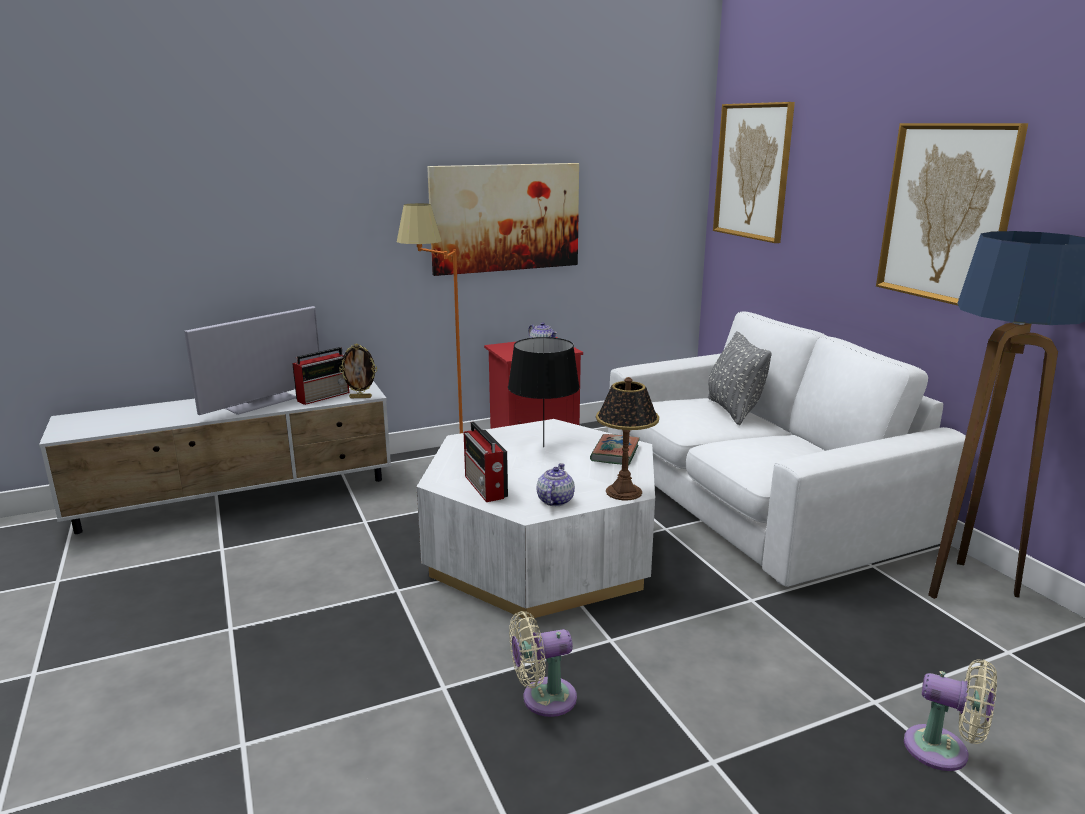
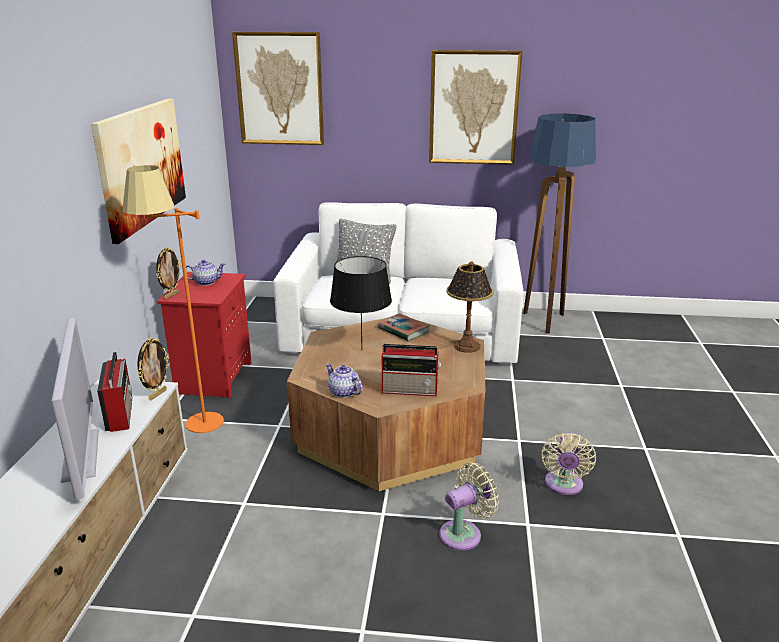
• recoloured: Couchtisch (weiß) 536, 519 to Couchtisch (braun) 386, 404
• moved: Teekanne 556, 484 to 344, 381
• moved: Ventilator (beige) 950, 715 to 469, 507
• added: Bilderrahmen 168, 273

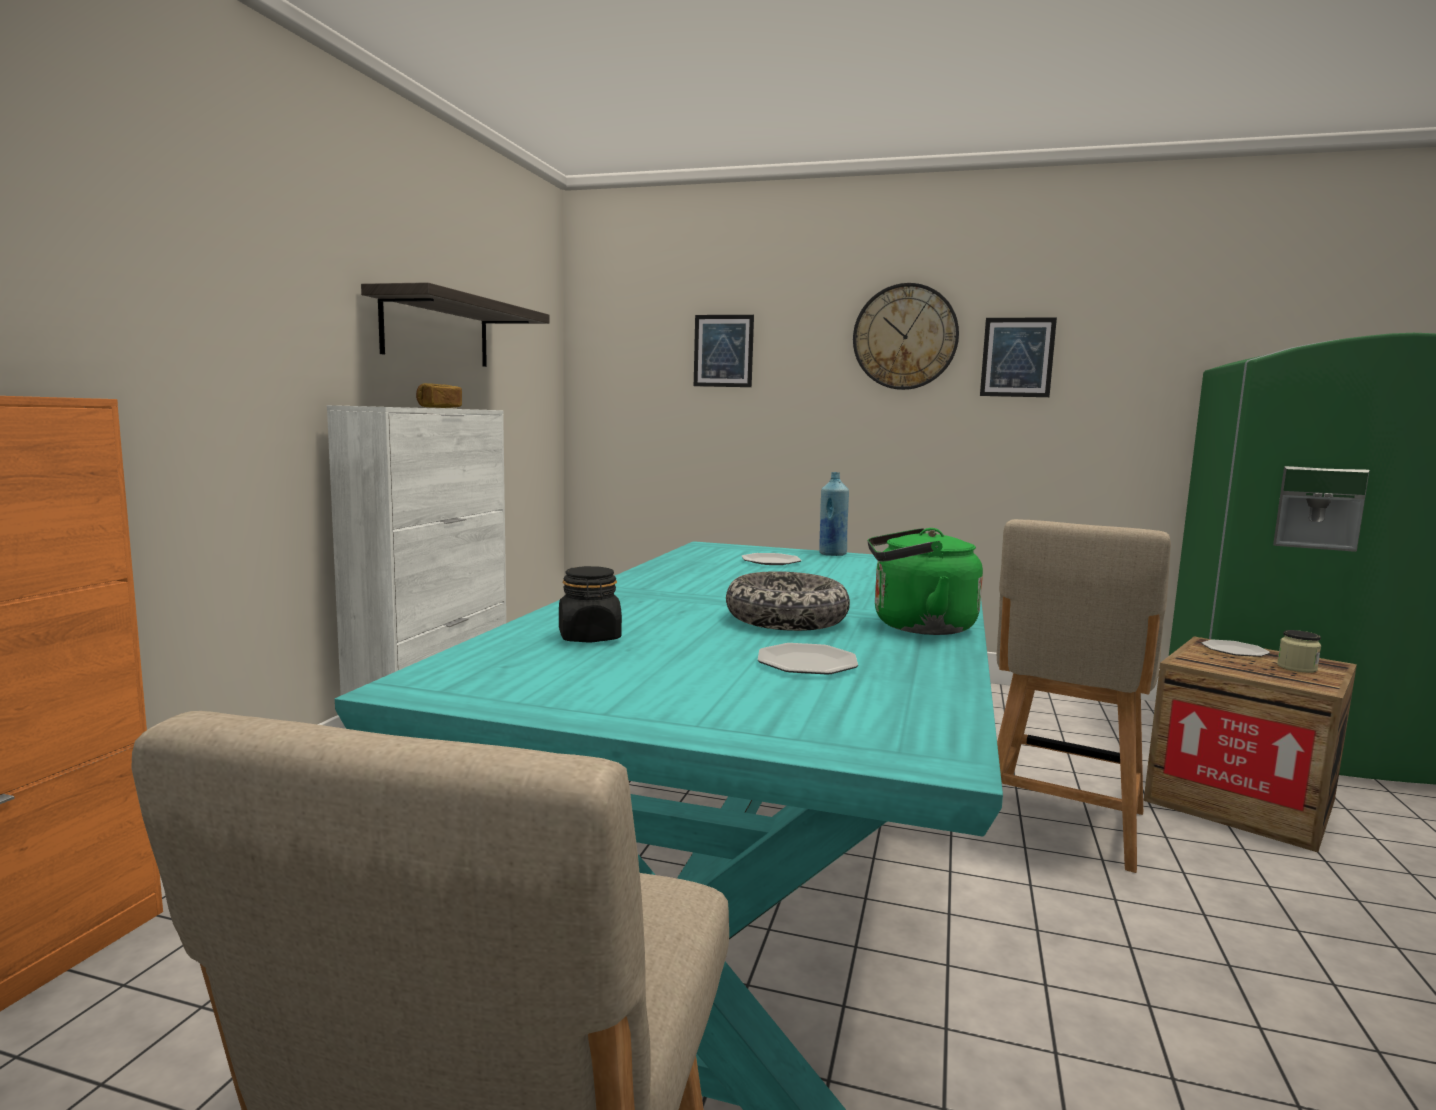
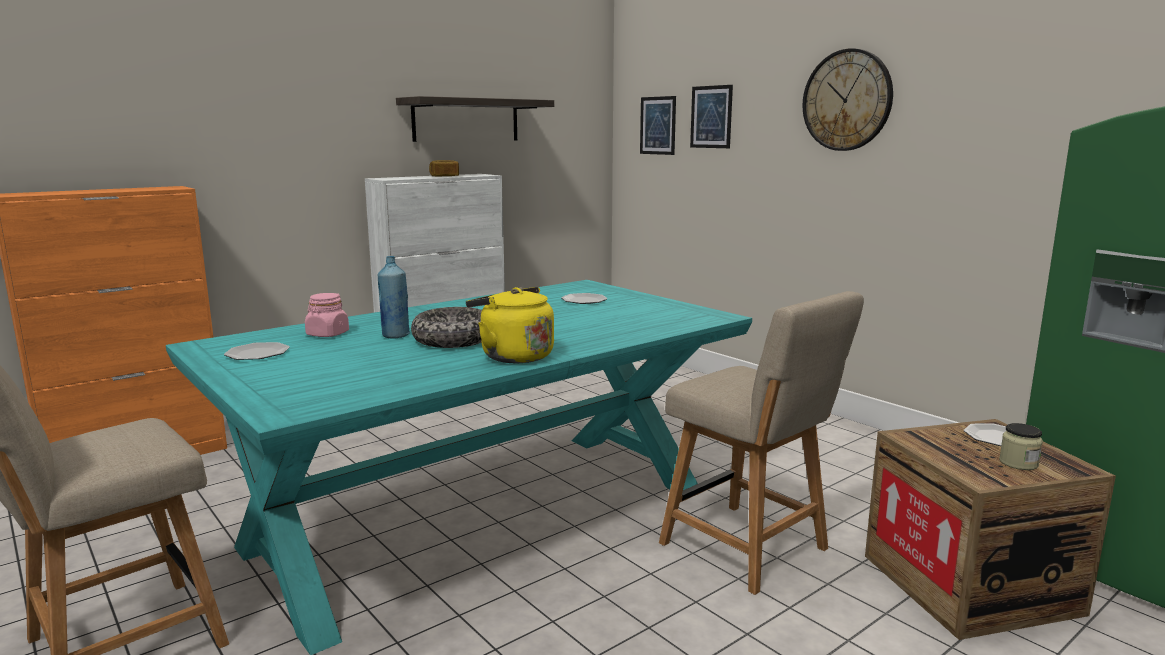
• moved: Bild 1018, 357 to 658, 125
• moved: Flasche (blau) 834, 514 to 394, 297
• turned: Stuhl (beige) 1084, 696 = 761, 443 105 degrees counterclockwise
• recoloured: Wasserkessel (grün) 925, 581 to Wasserkessel (gelb) 510, 325
• recoloured: Vorratsglas (schwarz) 590, 604 to Vorratsglas (rosa) 327, 315
• moved: Teller 808, 659 to 257, 351

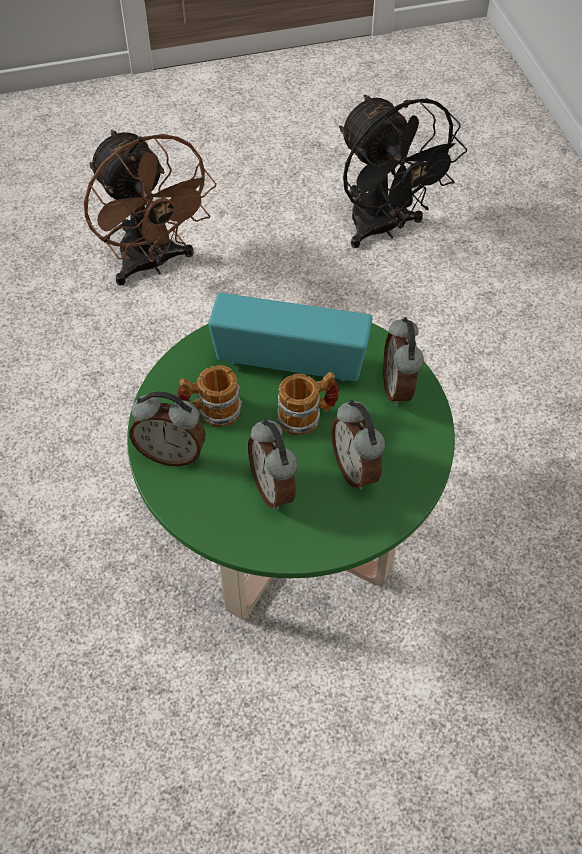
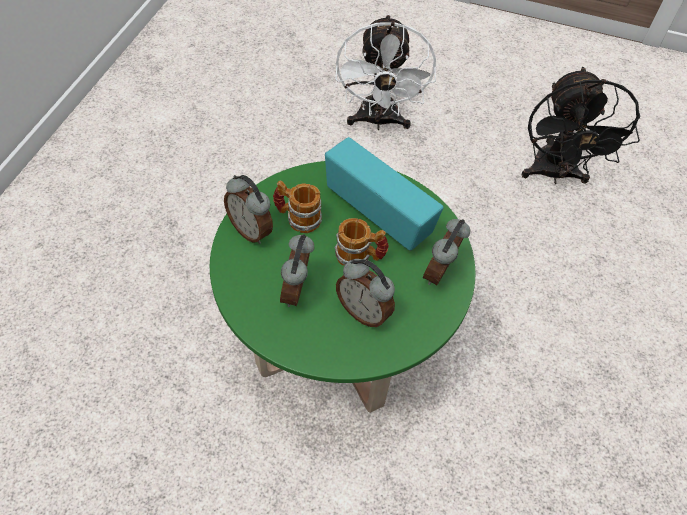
• recoloured: Ventilator (braun) 150, 208 to Ventilator (weiß) 386, 72
• turned: Wecker 358, 445 = 365, 293 60 degrees counterclockwise

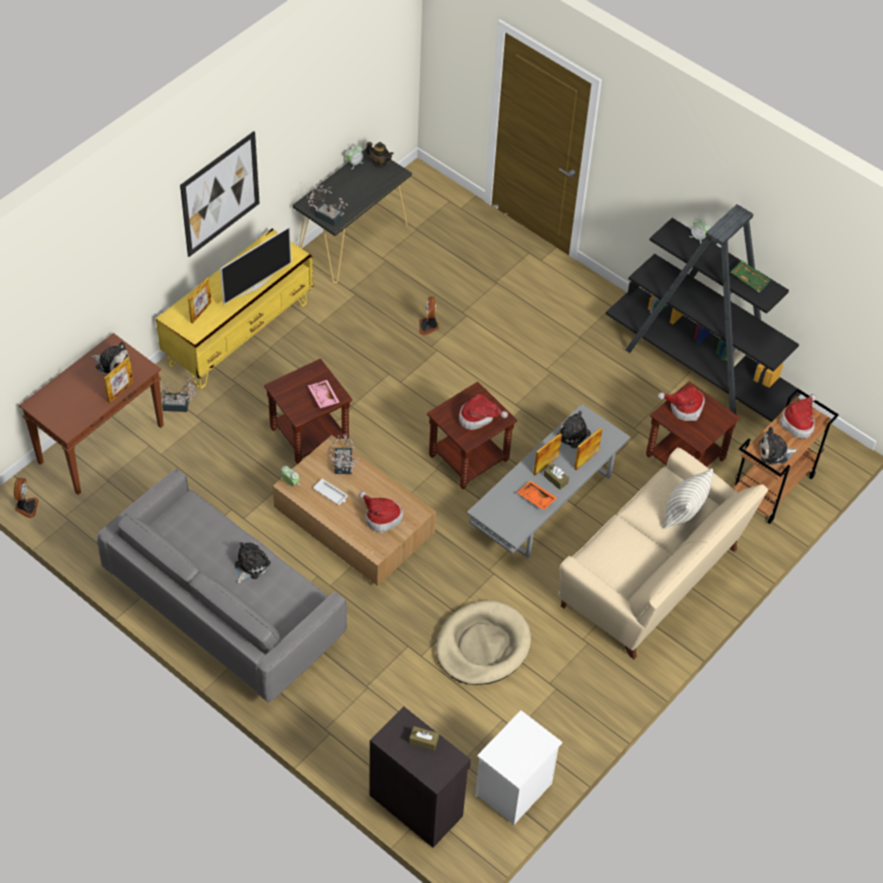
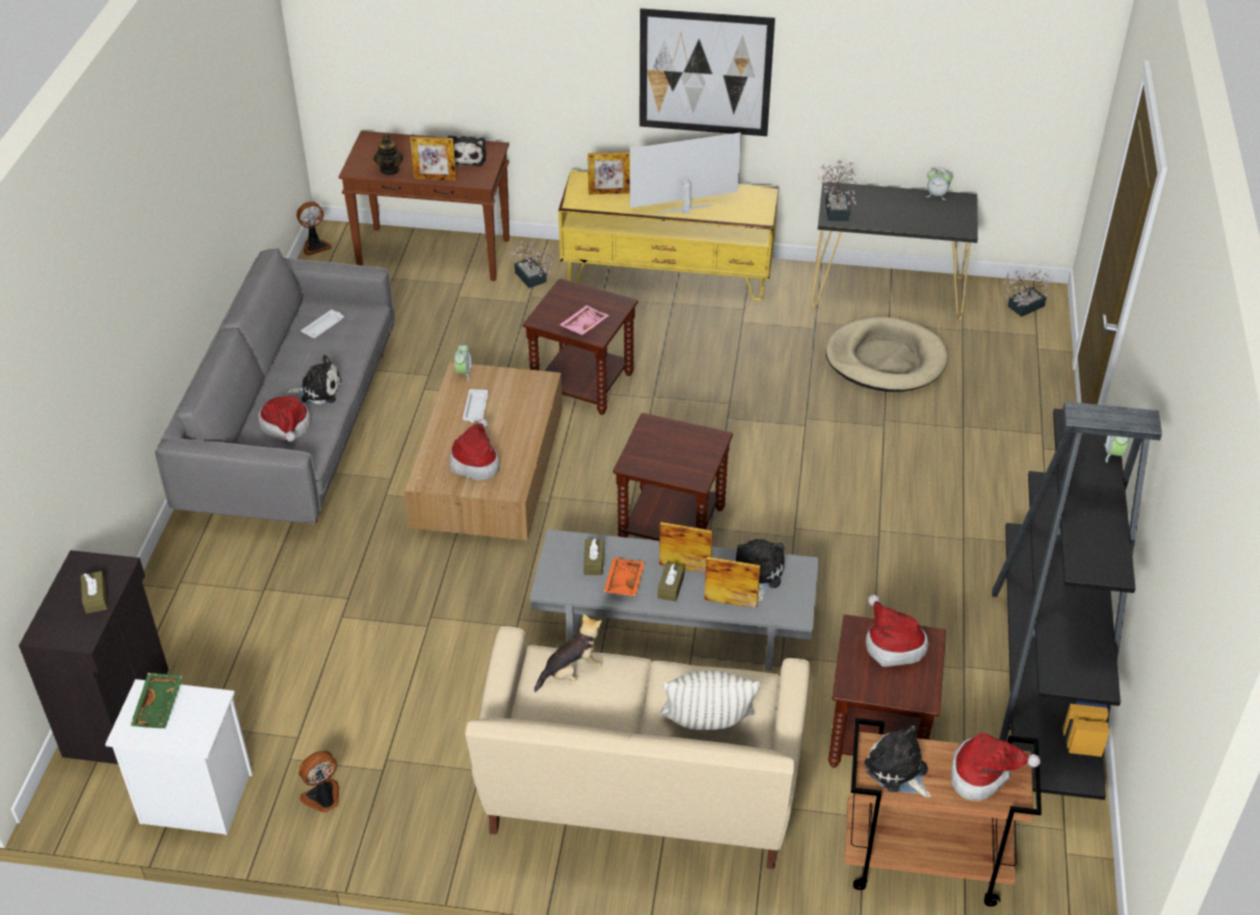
• moved: Teekanne 379, 154 to 388, 154
• turned: Fernseher 255, 265 = 685, 173 150 degrees clockwise
• moved: Tablett (grün) 751, 277 to 156, 700
• moved: Ventilator 429, 316 to 319, 782
• moved: Hut 483, 412 to 284, 419
• moved: Topfpflanze 344, 454 to 1026, 293
• moved: Hundebett (beige) 483, 642 to 887, 354
• added: Tablett (weiß) 322, 324
• added: Taschentuchbox (braun) 594, 556
• added: Plüschtier 568, 653

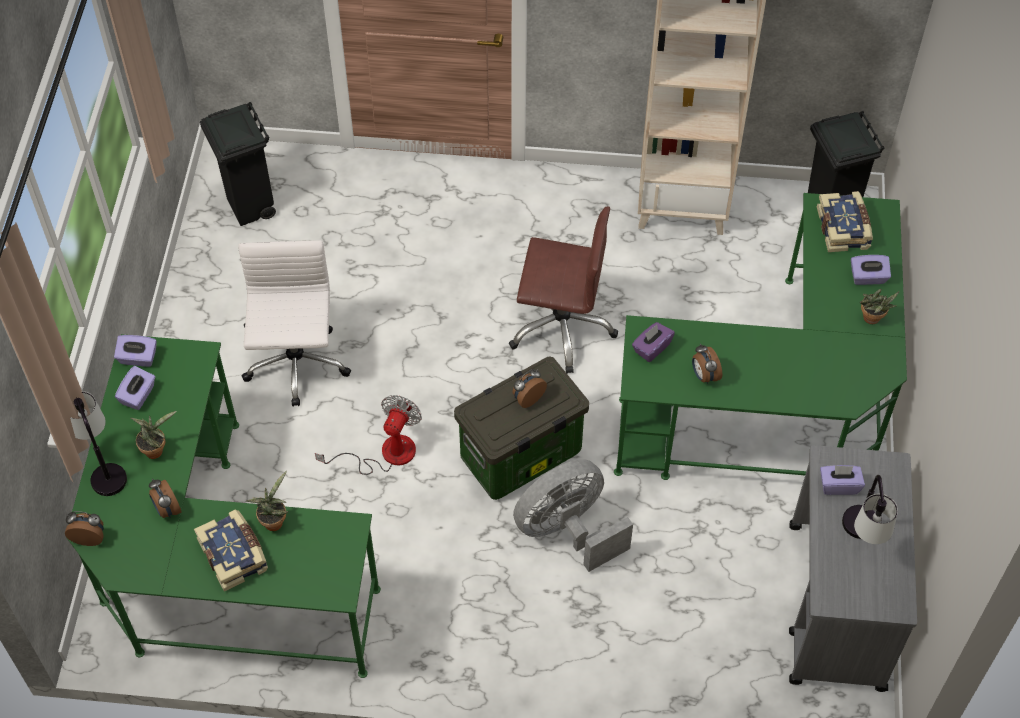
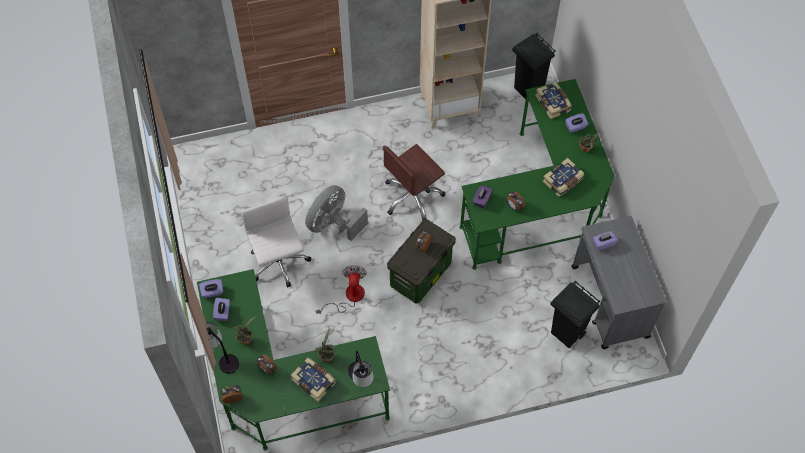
• moved: Mülleimer (schwarz) 238, 164 to 575, 314
• turned: Bürostuhl (braun) 563, 289 = 414, 182 150 degrees clockwise
• moved: Ventilator (grau) 573, 515 to 336, 213
• moved: Tischlampe 870, 509 to 361, 369
• added: Buch 563, 177

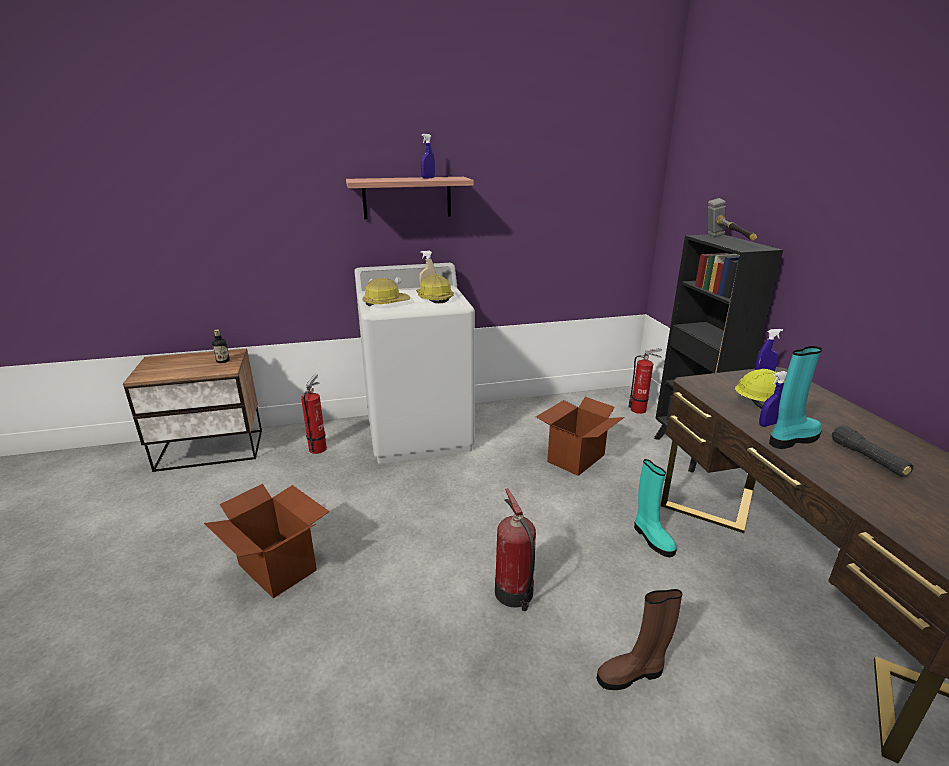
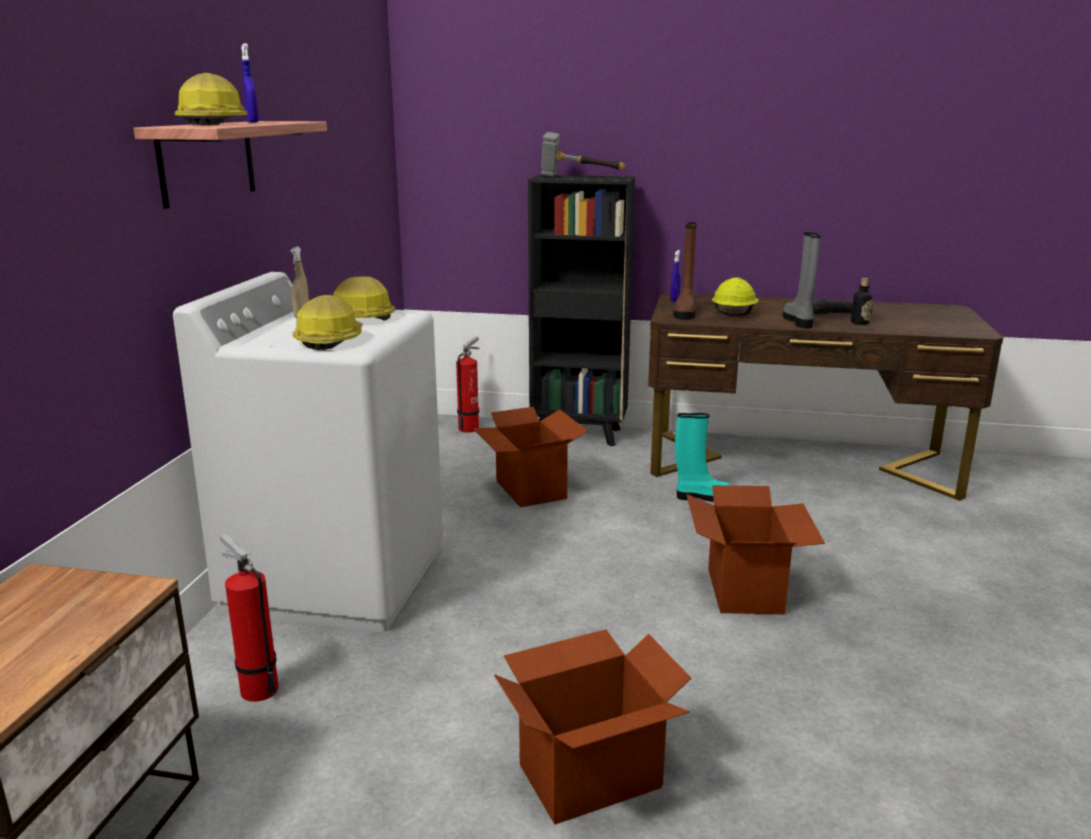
• moved: Flasche 221, 346 to 861, 301
• recoloured: Stiefel (türkis) 795, 397 to Stiefel (grau) 802, 280
• removed: Sprühflasche (blau) 773, 399
• replaced: Feuerlöscher 515, 549 to Karton 755, 549
• moved: Stiefel (braun) 640, 639 to 685, 271
• added: Schutzhelm 211, 99

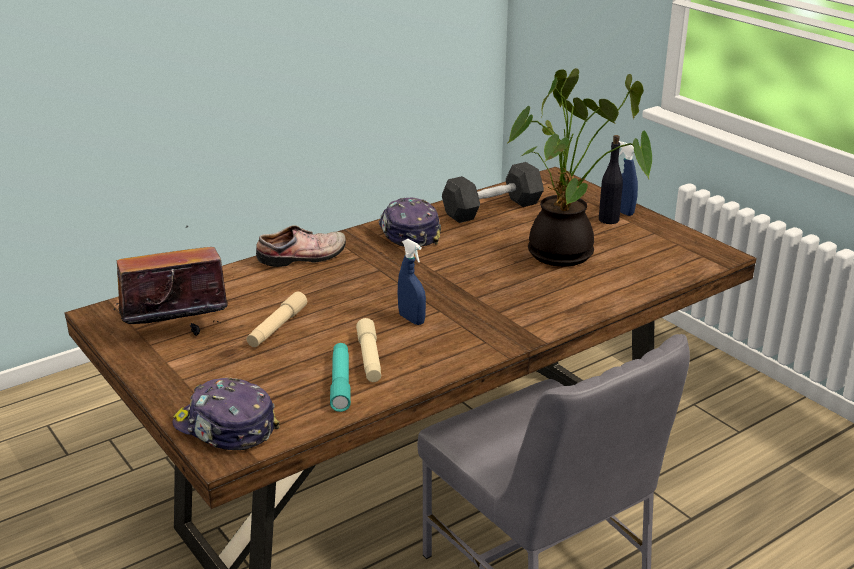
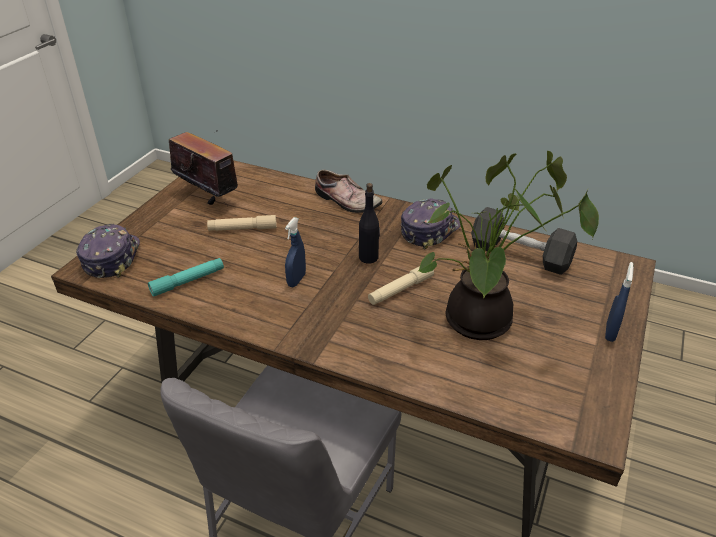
• moved: Flasche (schwarz) 611, 179 to 369, 223
• moved: Taschenlampe (beige) 368, 350 to 401, 285

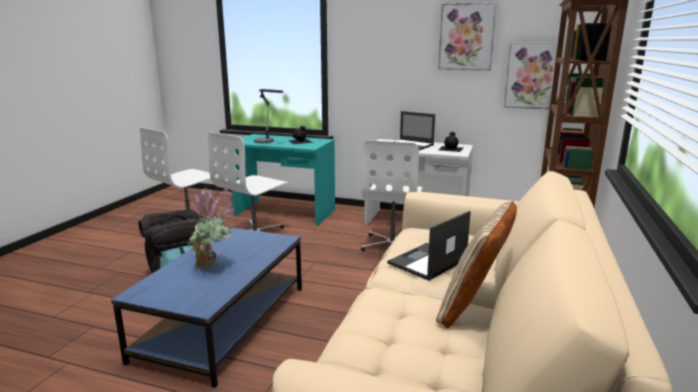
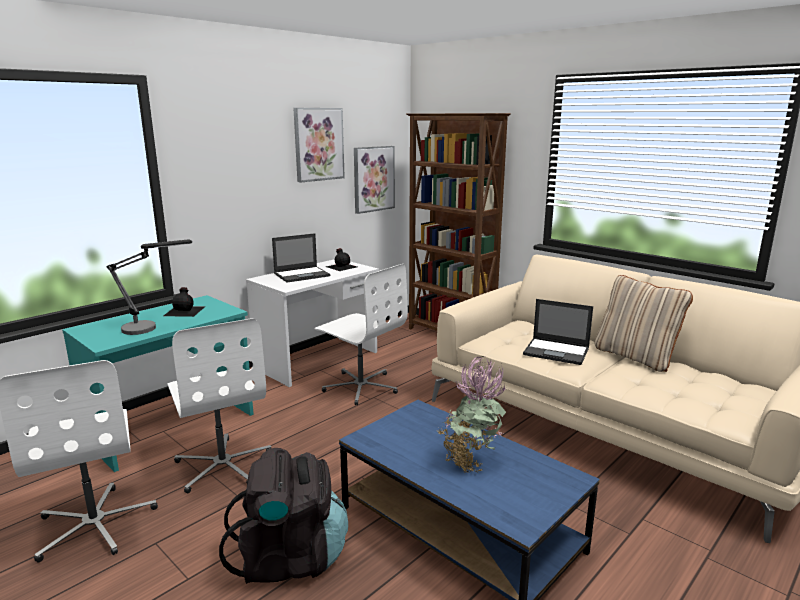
• turned: Laptop 429, 246 = 558, 332 45 degrees counterclockwise

